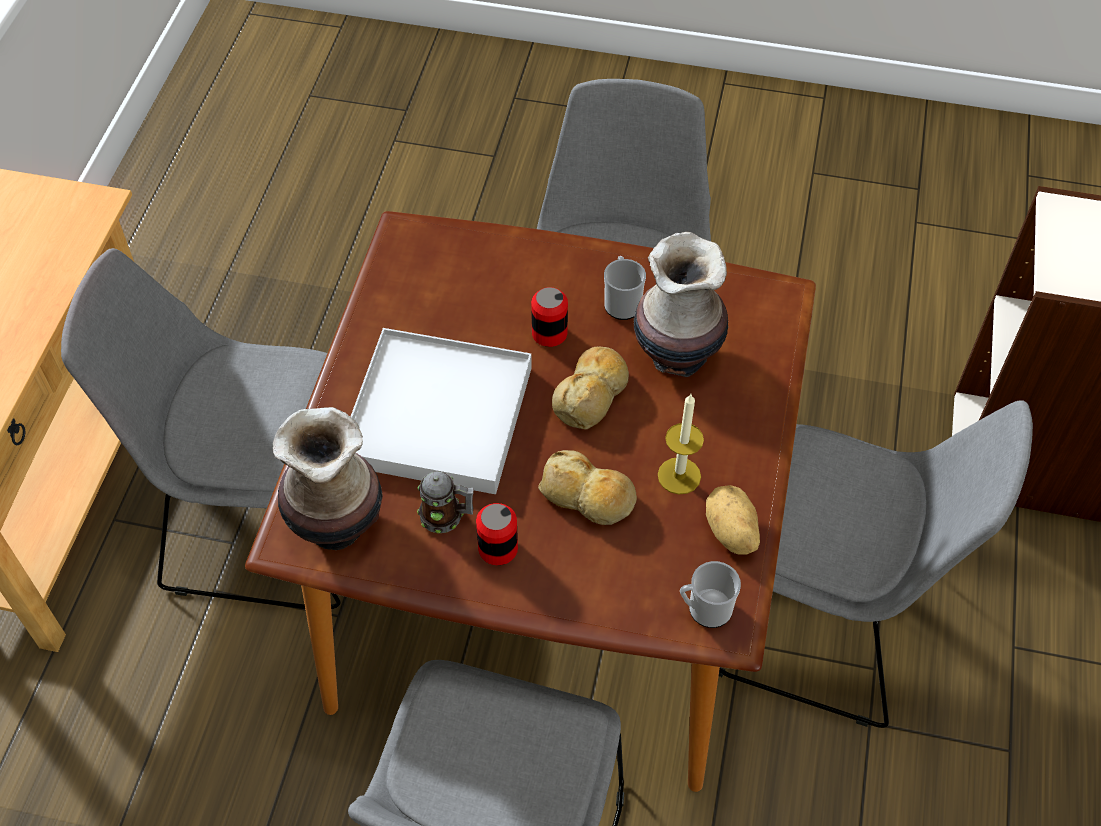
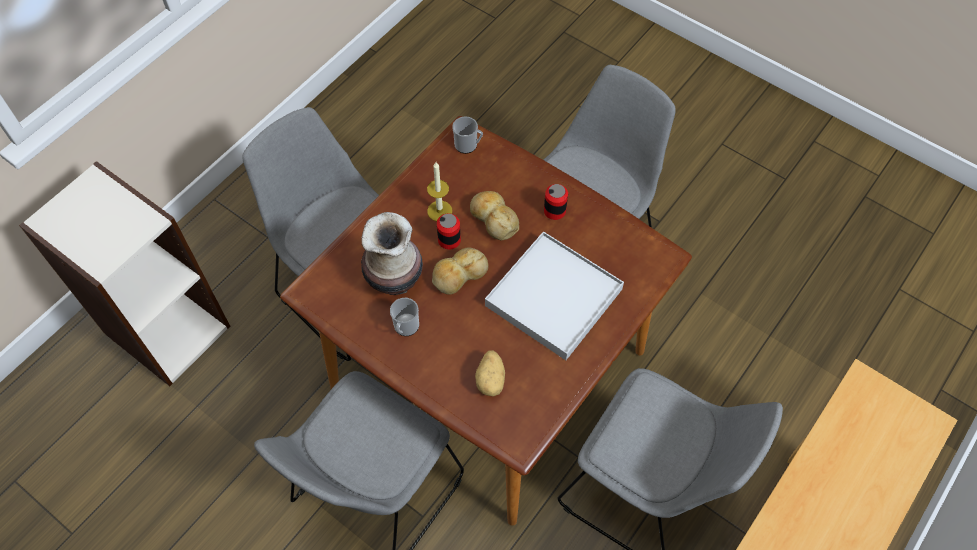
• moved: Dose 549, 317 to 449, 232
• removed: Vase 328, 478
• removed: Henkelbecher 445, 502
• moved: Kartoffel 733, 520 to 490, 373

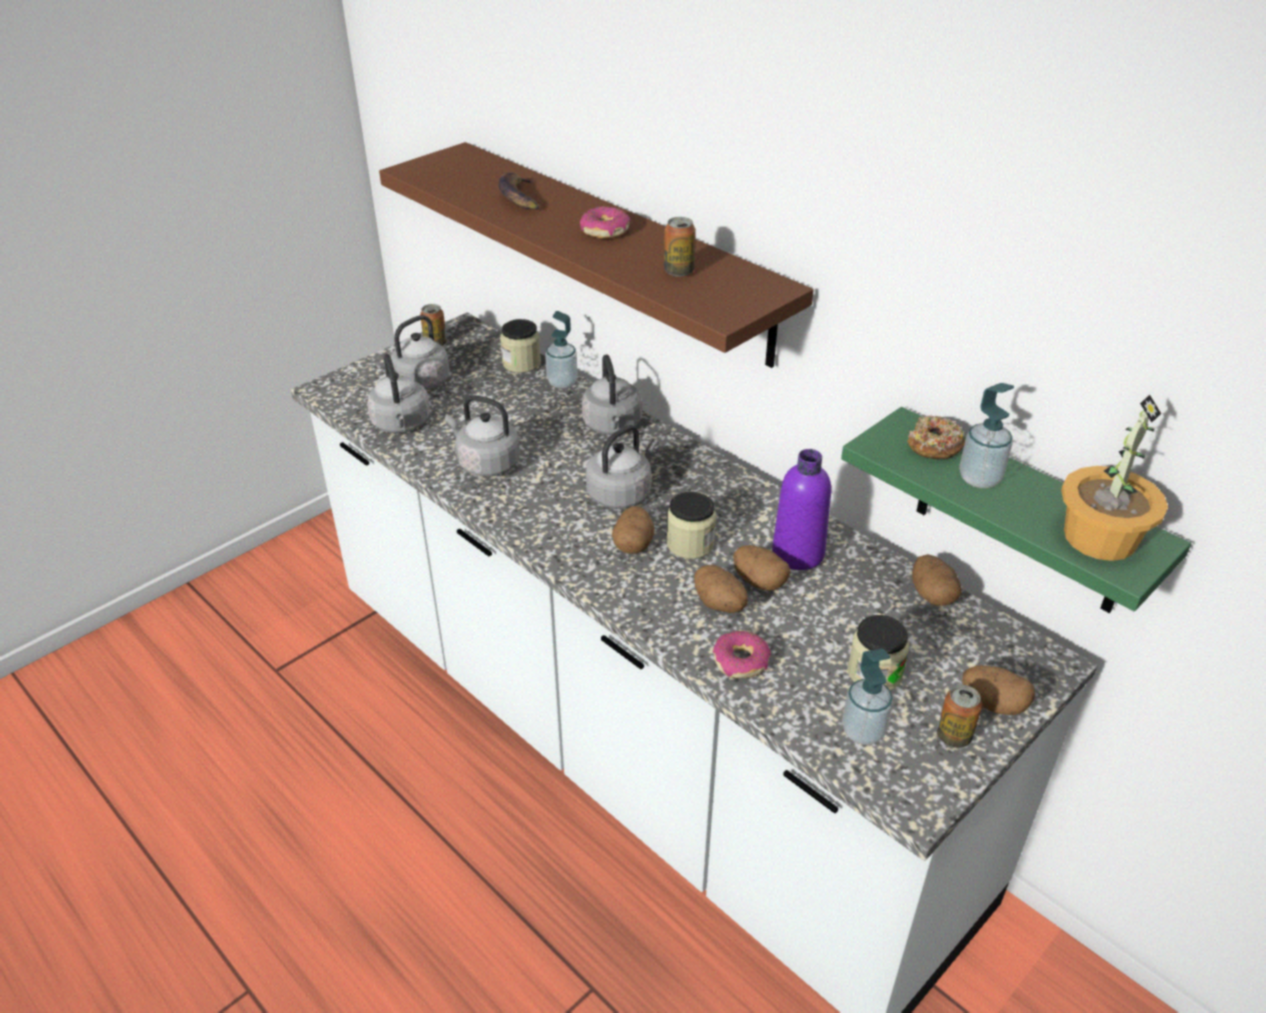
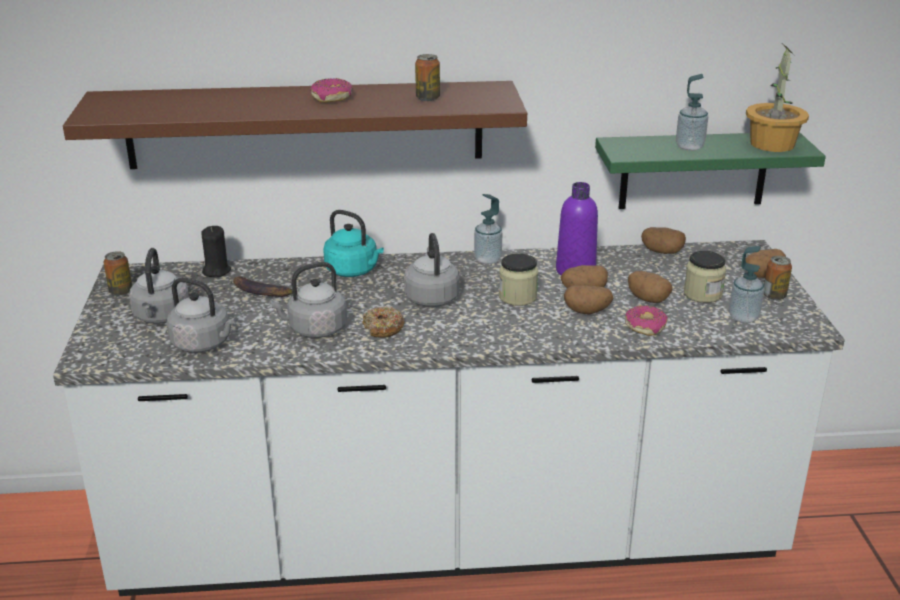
• moved: Banane 518, 191 to 263, 286
• moved: Seifenspender 561, 350 to 488, 229
• replaced: Vorratsglas 520, 346 to Kerze (schwarz) 216, 251
• recoloured: Wasserkessel (grau) 612, 394 to Wasserkessel (türkis) 353, 243
• moved: Donut 936, 437 to 384, 322
• moved: Kartoffel 633, 530 to 650, 287

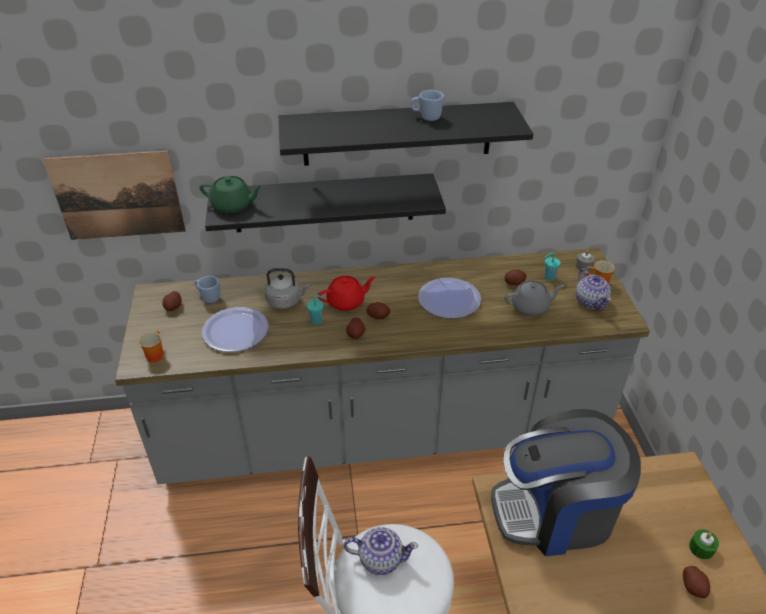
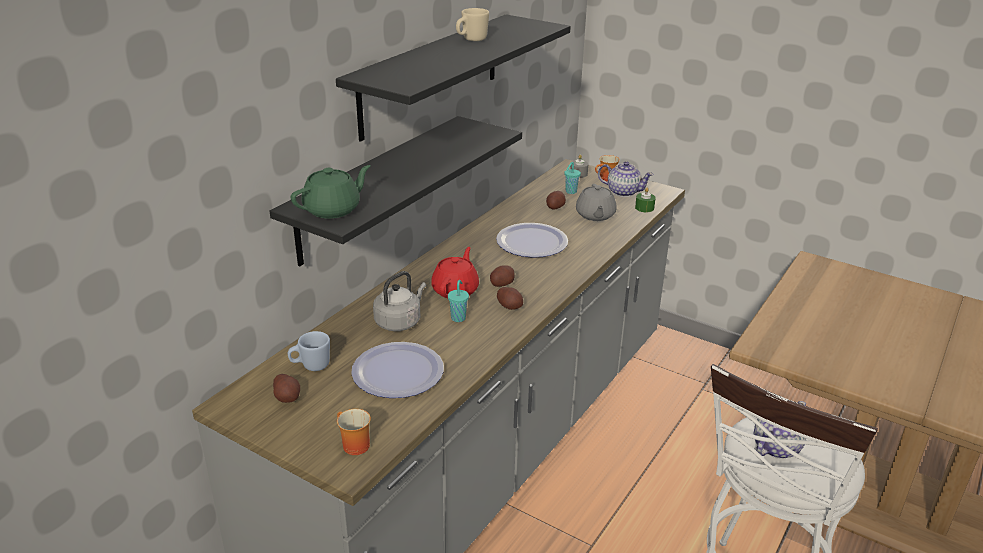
• recoloured: Henkelbecher (blau) 427, 105 to Henkelbecher (beige) 472, 24
• removed: Bild 114, 195
• turned: Teekanne (grau) 534, 298 = 596, 202 150 degrees clockwise
• removed: Kaffeemaschine 566, 482
• moved: Kerze (grün) 704, 544 to 645, 200
• removed: Kartoffel 696, 582

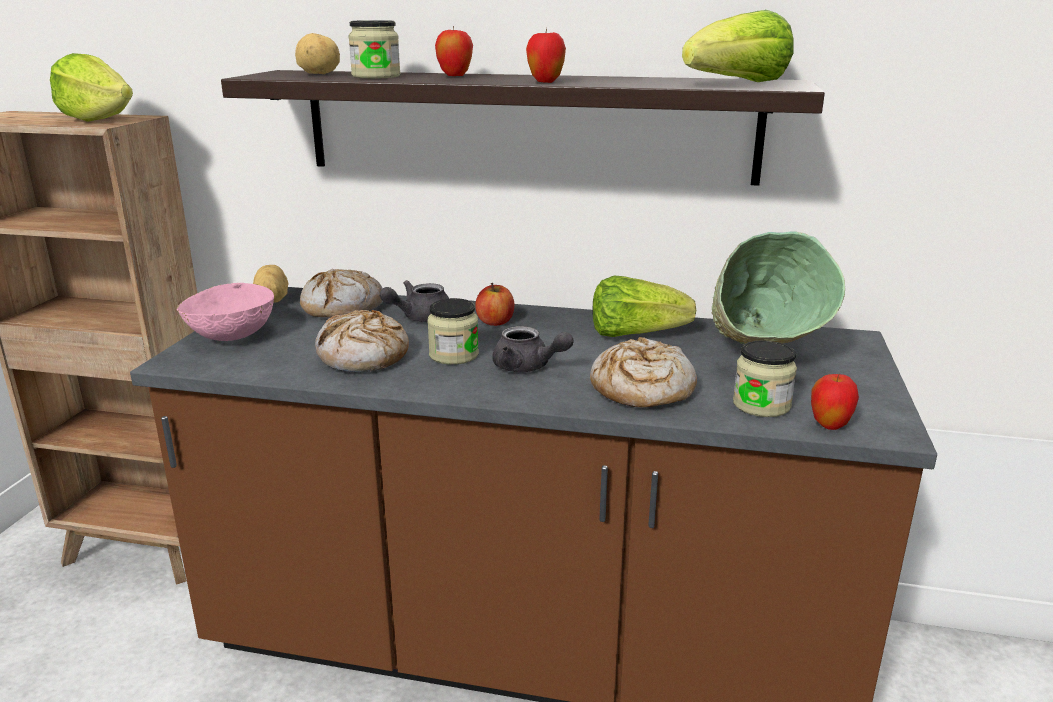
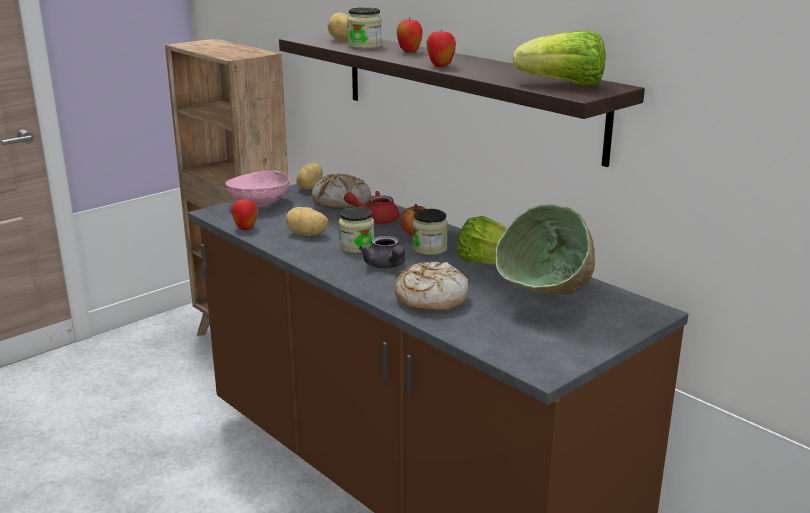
• removed: Salatkopf 91, 87
• recoloured: Teekanne (grau) 414, 301 to Teekanne (rot) 371, 207
• replaced: Brot 362, 341 to Kartoffel 307, 221
• moved: Vorratsglas 765, 378 to 430, 232
• moved: Apfel 835, 402 to 244, 214

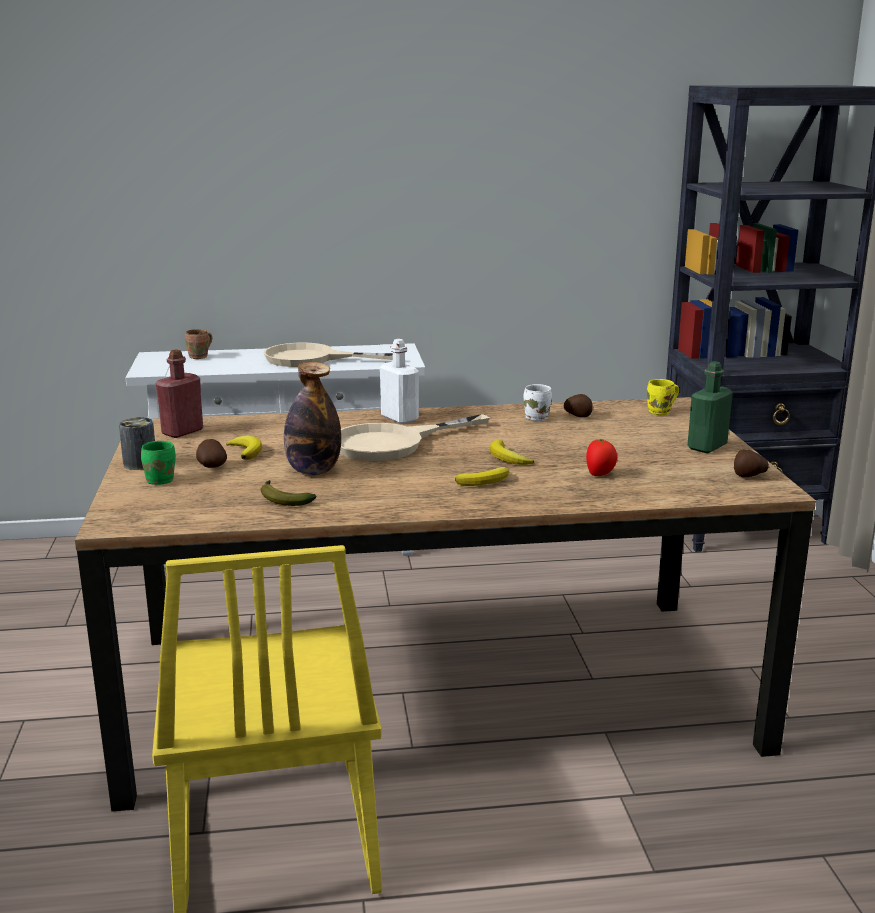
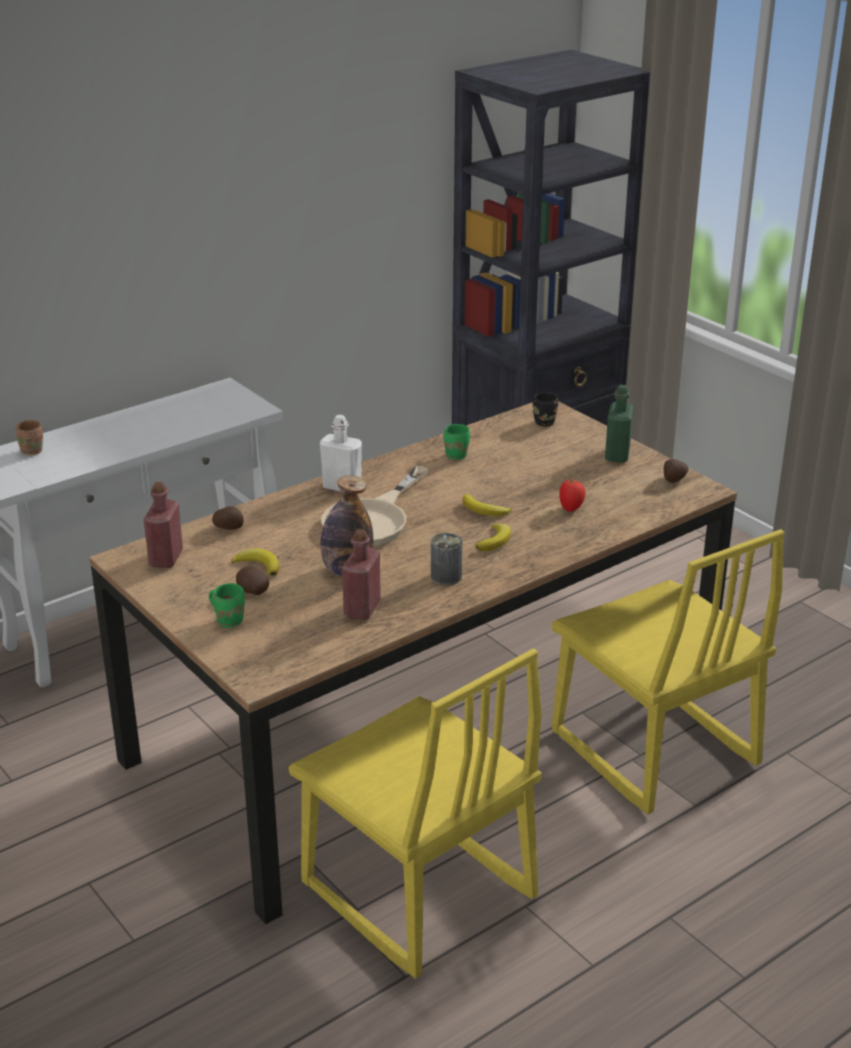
• removed: Pfanne (beige) 328, 355
• recoloured: Henkelbecher (gelb) 663, 397 to Henkelbecher (schwarz) 545, 409
• recoloured: Henkelbecher (weiß) 537, 402 to Henkelbecher (grün) 457, 442
• moved: Kartoffel 578, 405 to 228, 518
• moved: Dose 137, 443 to 446, 559
• replaced: Banane 288, 493 to Flasche (rot) 361, 574
• added: Stuhl (gelb) 668, 671

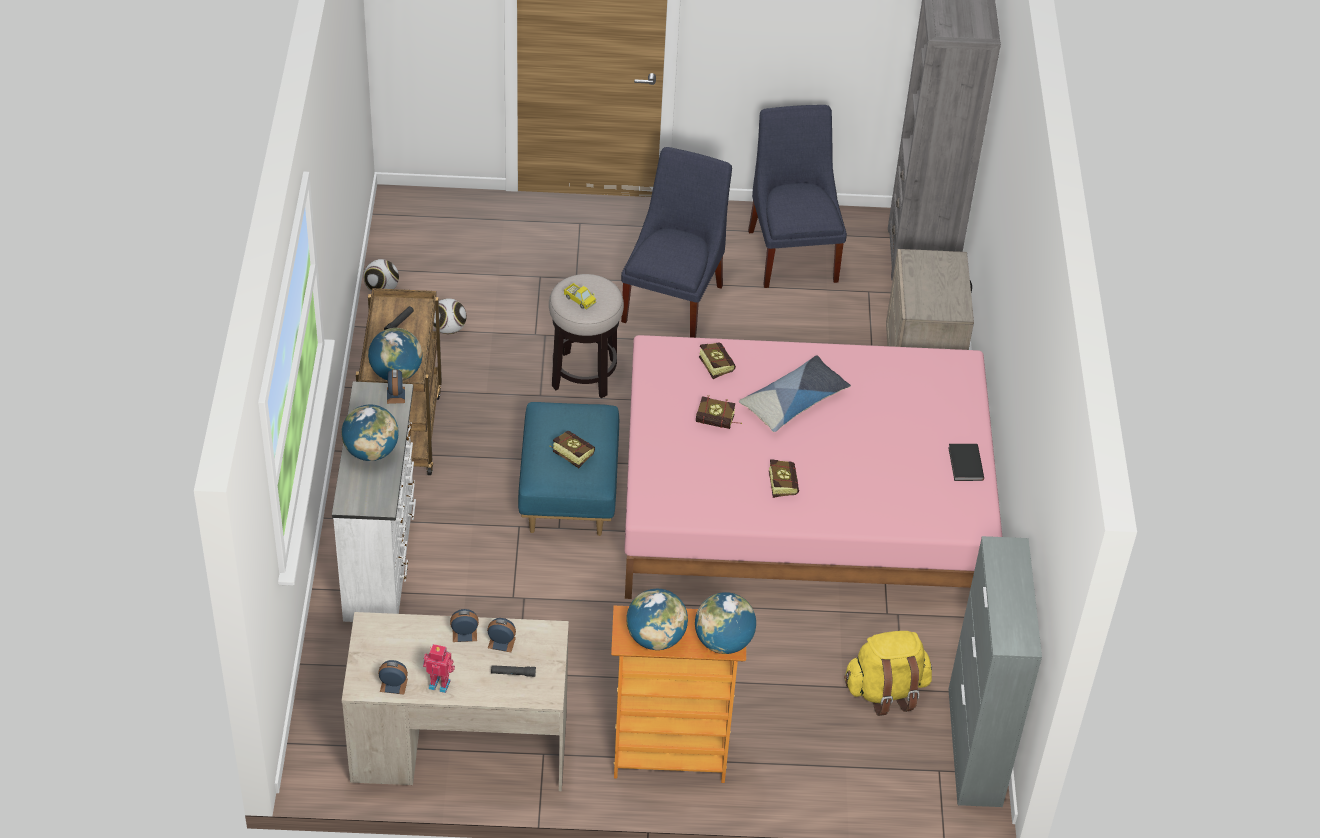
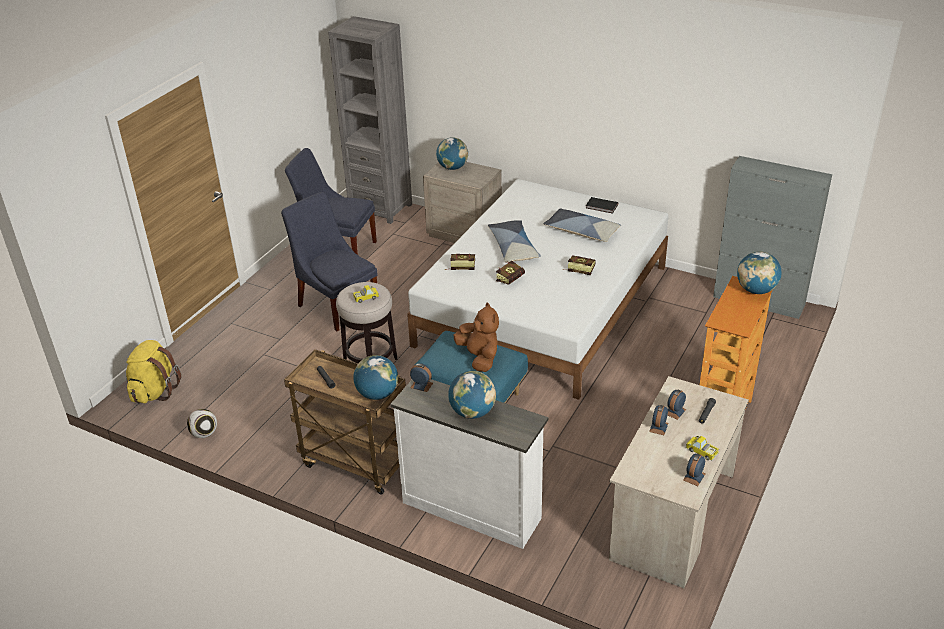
• removed: Fußball 450, 316
• recoloured: Bett (rosa) 813, 467 to Bett (weiß) 538, 289
• replaced: Buch 572, 449 to Plüschtier (braun) 476, 337
• moved: Globus 657, 619 to 452, 153
• moved: Rucksack (gelb) 888, 673 to 154, 371
• replaced: Spielzeugroboter 439, 668 to Spielzeuglaster 702, 448
• added: Kissen 582, 225

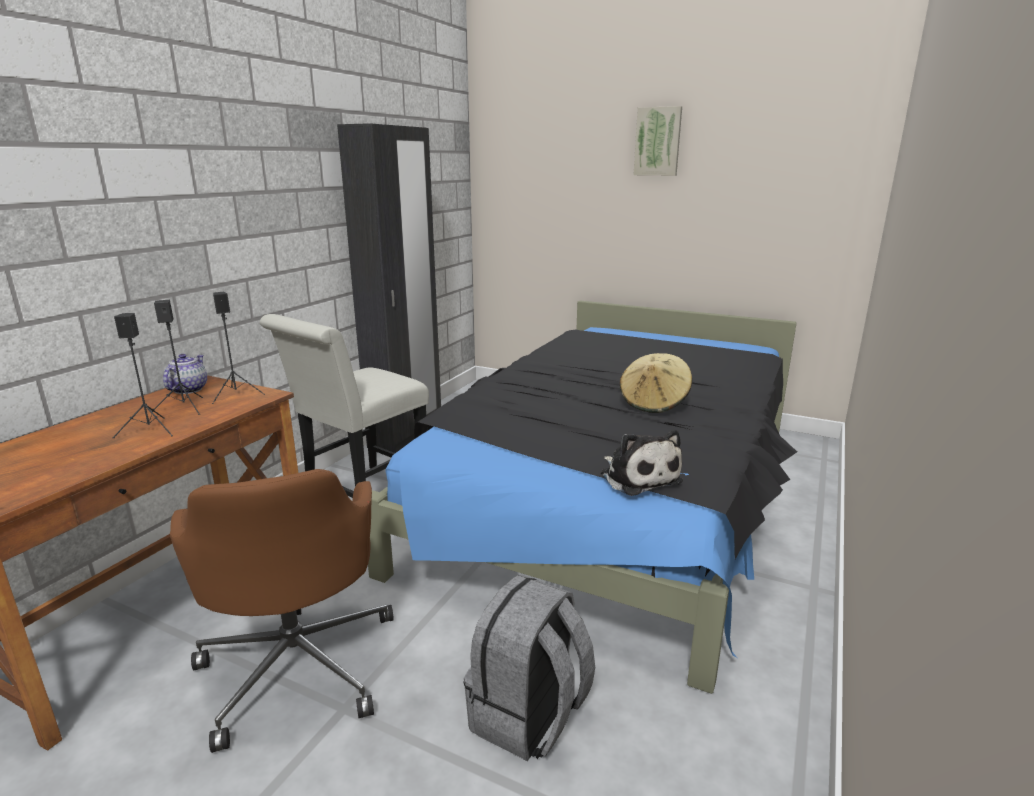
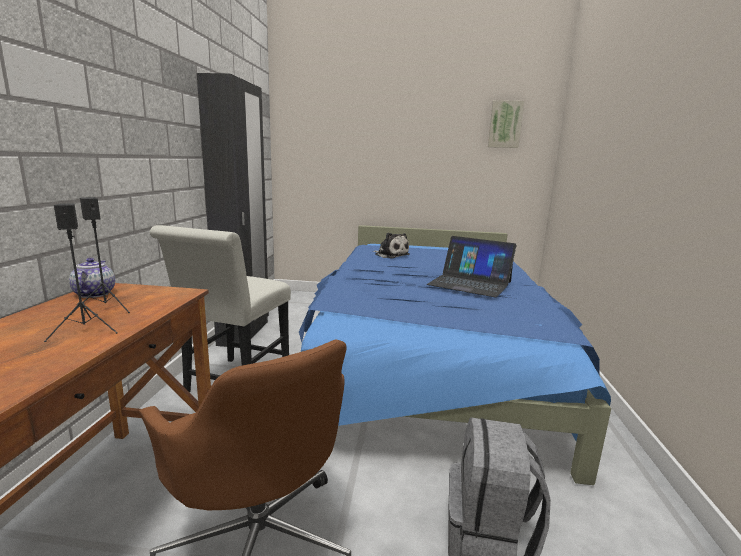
• moved: Bild 658, 141 to 506, 124
• removed: Lautsprecher (schwarz) 238, 348
• recoloured: Bett (schwarz) 582, 497 to Bett (blau) 455, 355
• replaced: Hut (beige) 656, 383 to Laptop 472, 266
• moved: Plüschtier 642, 463 to 391, 246

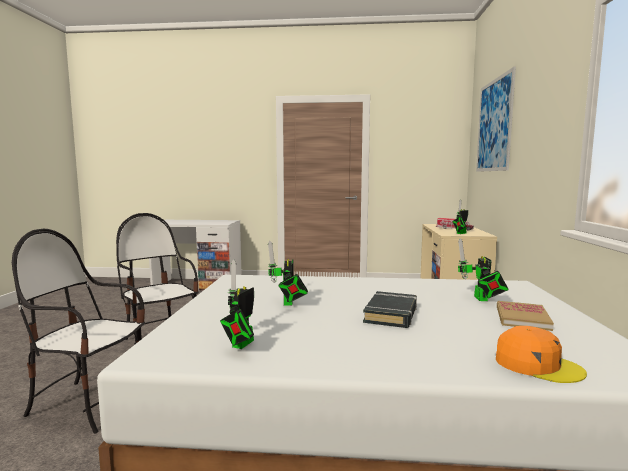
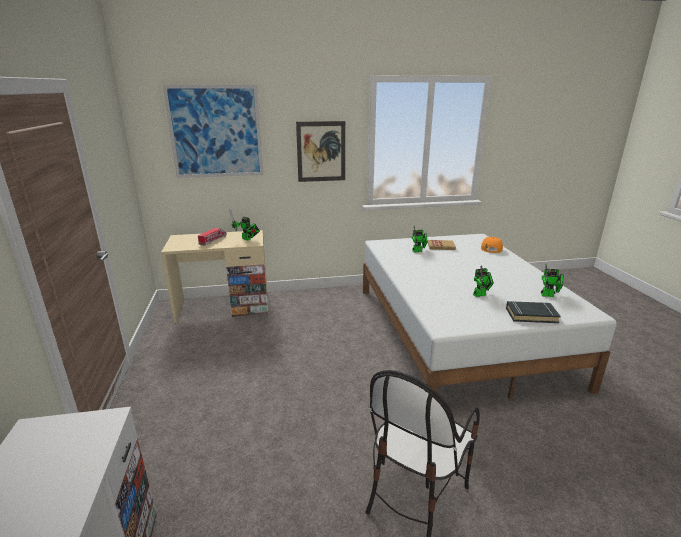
• removed: Stuhl 78, 331
• moved: Buch (schwarz) 390, 309 to 533, 312
• added: Bild 320, 151

